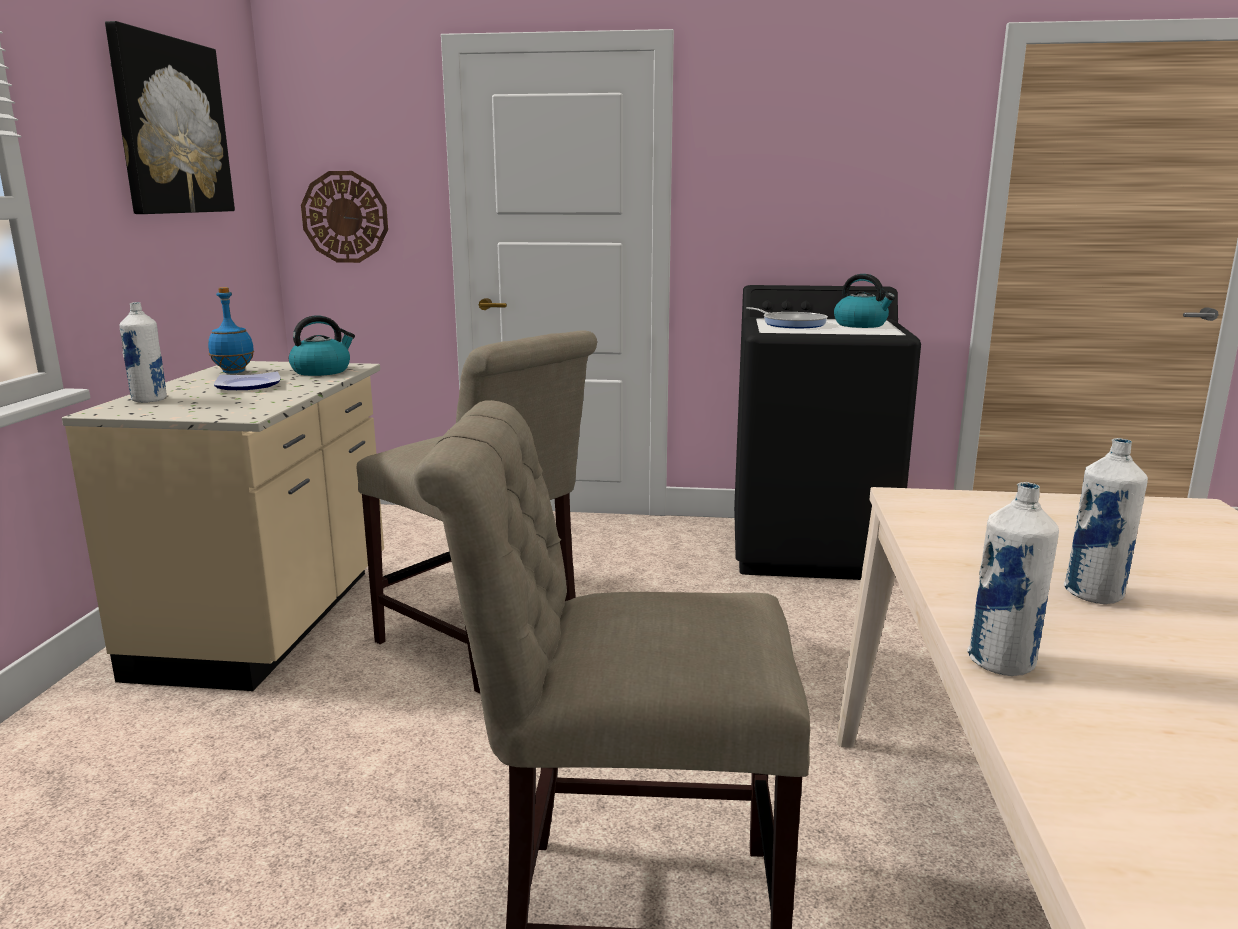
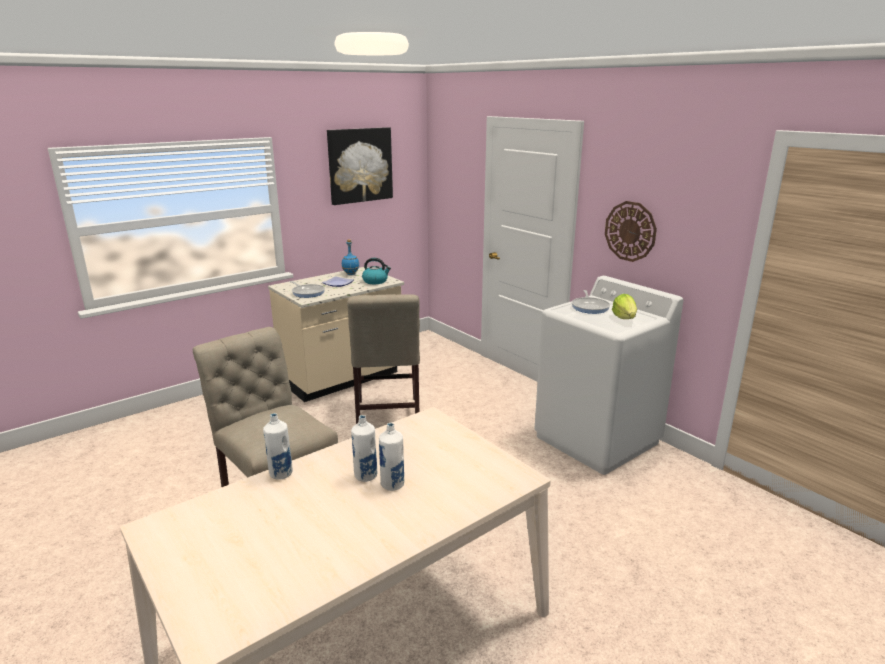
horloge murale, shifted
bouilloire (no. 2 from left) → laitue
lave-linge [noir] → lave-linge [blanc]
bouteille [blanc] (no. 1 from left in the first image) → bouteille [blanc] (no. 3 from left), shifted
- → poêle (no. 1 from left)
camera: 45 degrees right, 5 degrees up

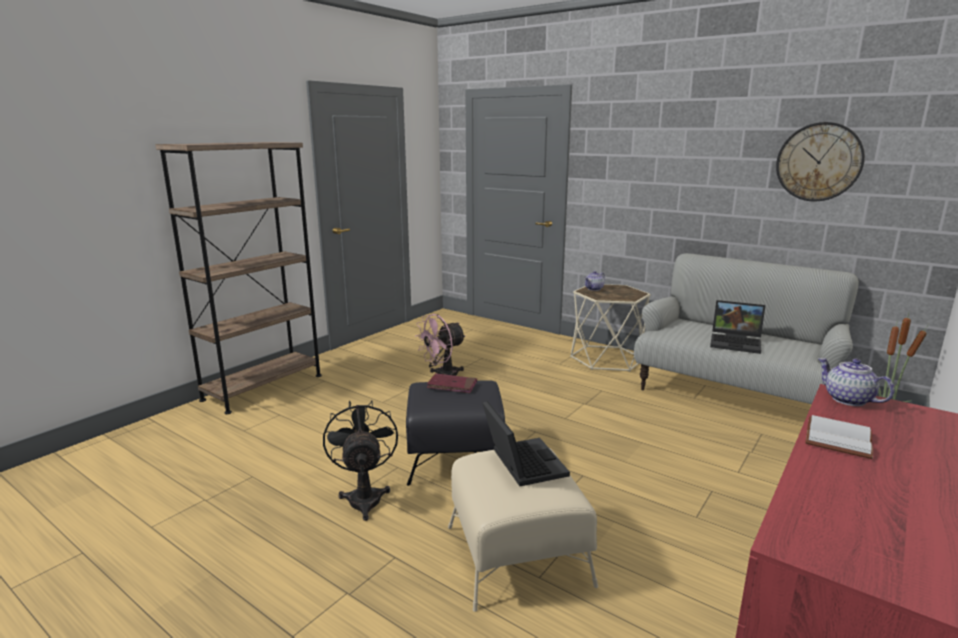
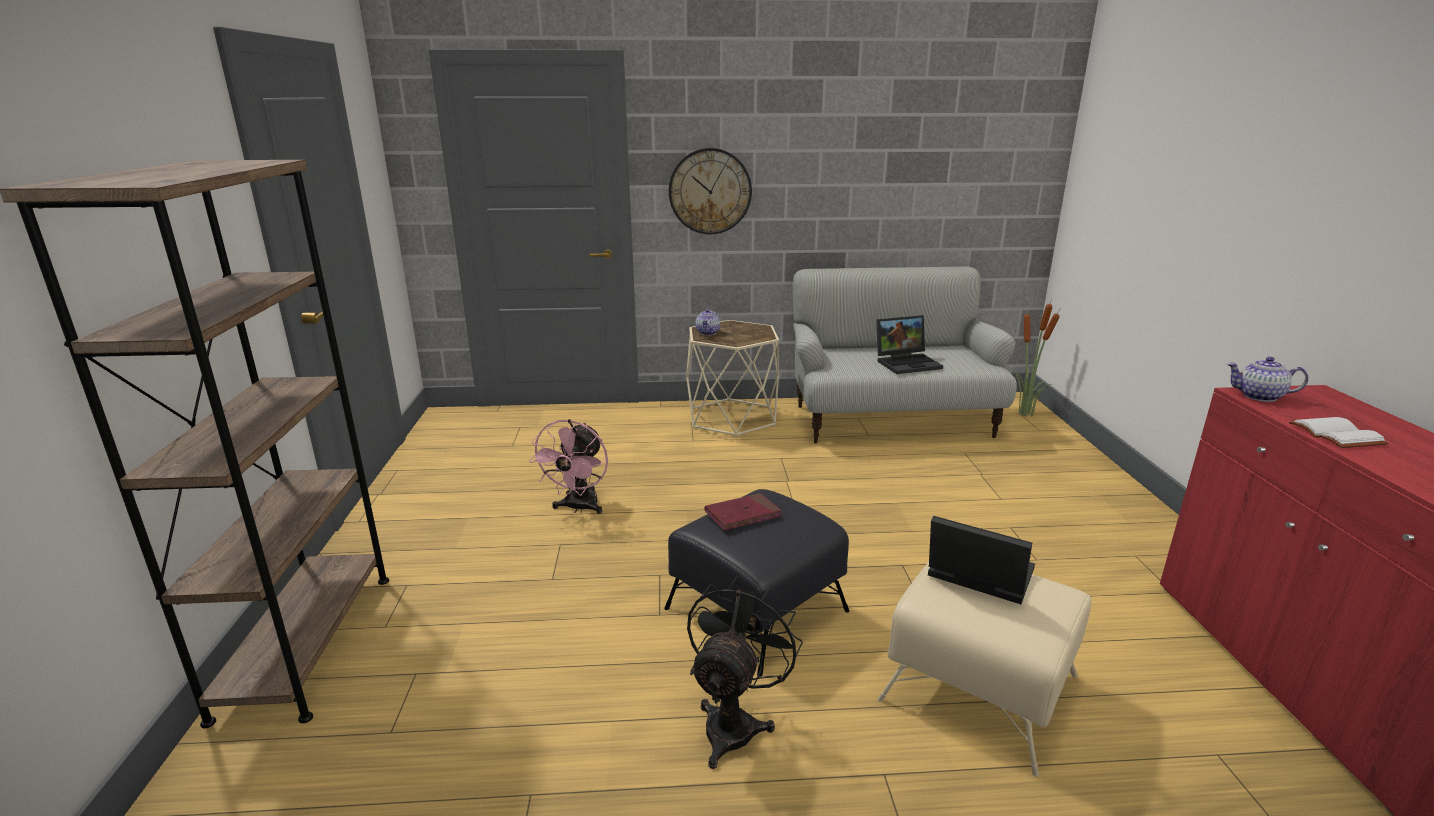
horloge murale, shifted
ventilateur [noir], 75 degrees clockwise
camera: 40 degrees left, 5 degrees up

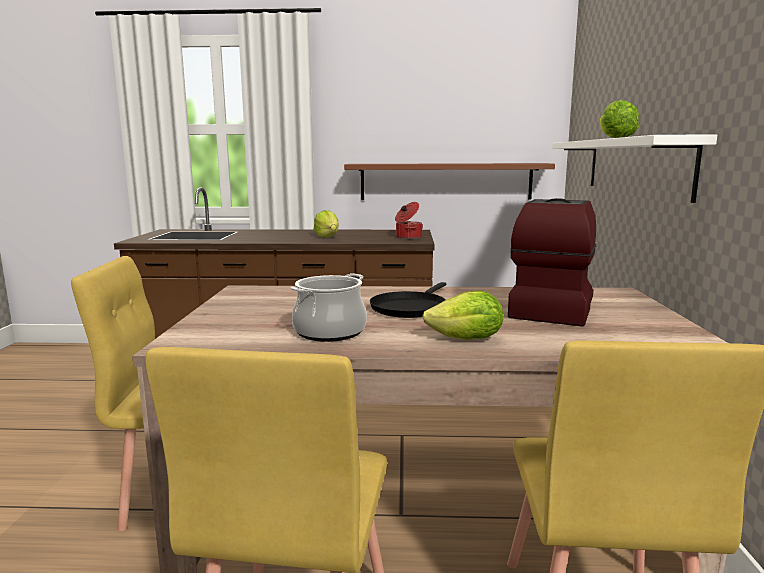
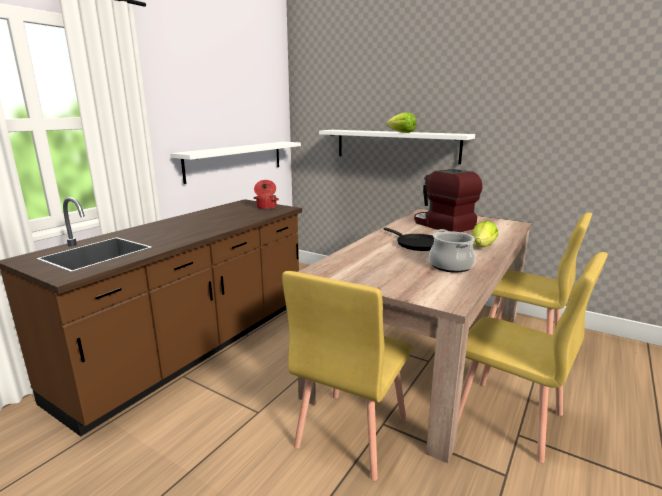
étagère [marron] → étagère [blanc] (no. 1 from left)
laitue (no. 1 from left) → -
camera: 60 degrees left, 5 degrees up

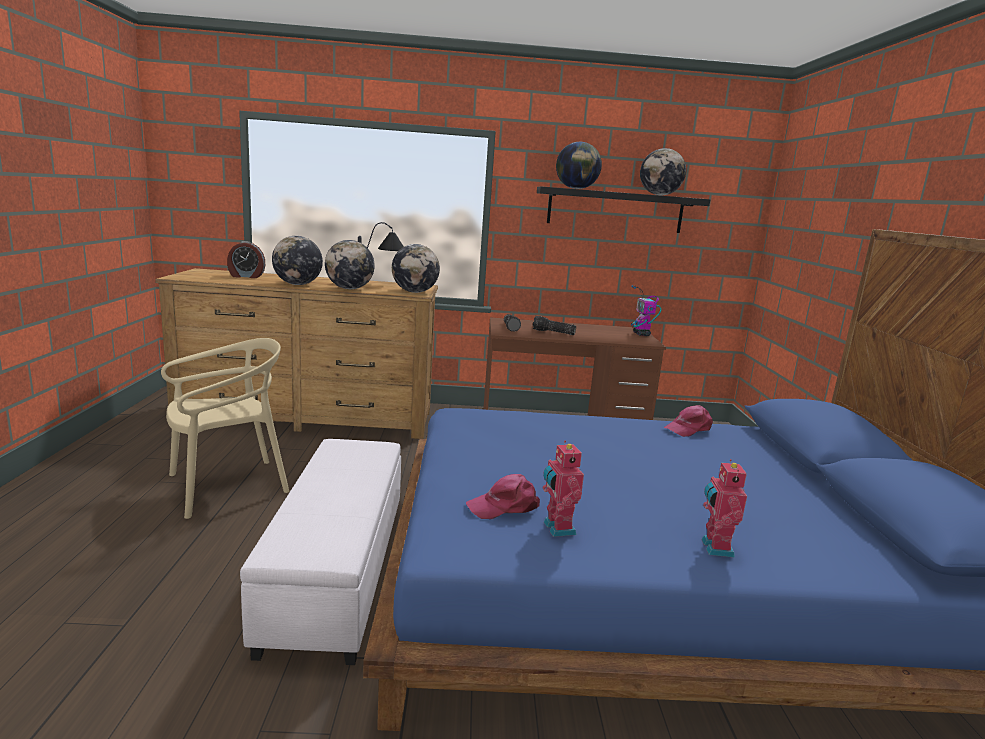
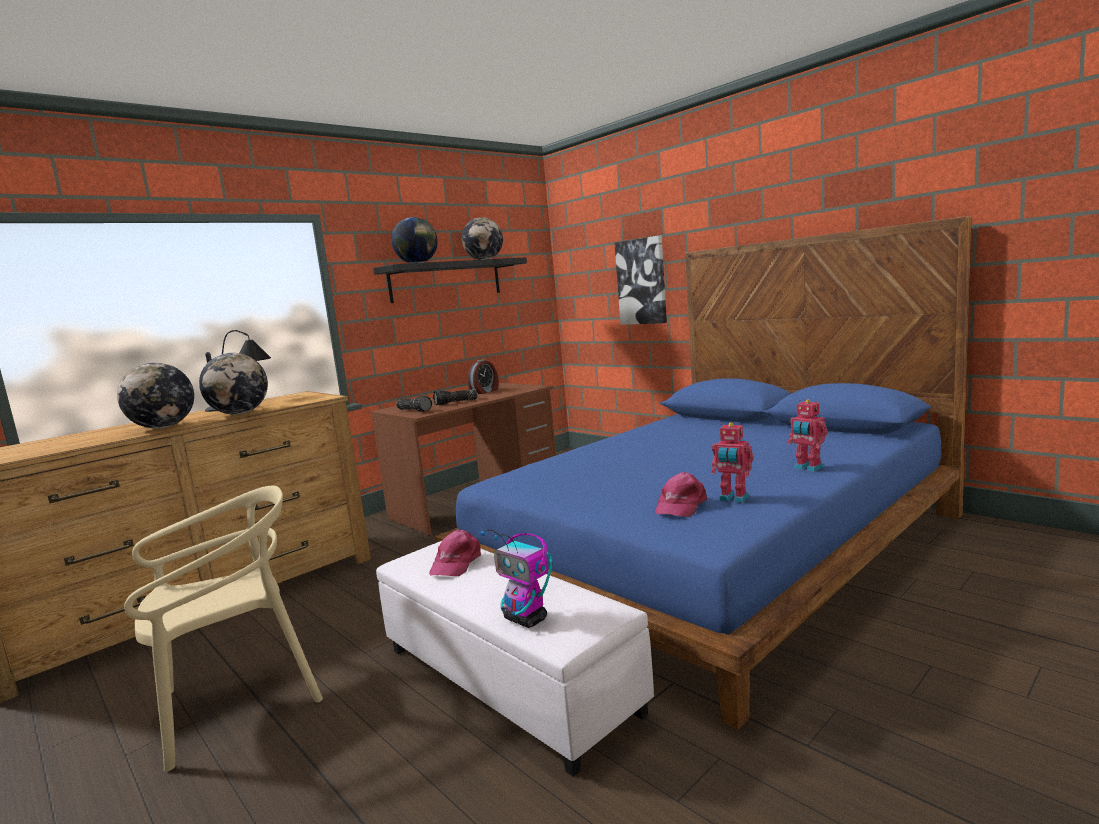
réveil, shifted
globe (no. 3 from left) → -
robot jouet (no. 2 from left in the first image) → robot jouet (no. 1 from left), shifted
chaise [beige], 45 degrees clockwise
casquette [rose] (no. 2 from left in the first image) → casquette [rose] (no. 1 from left), shifted
- → tableau
camera: 40 degrees left, 5 degrees down

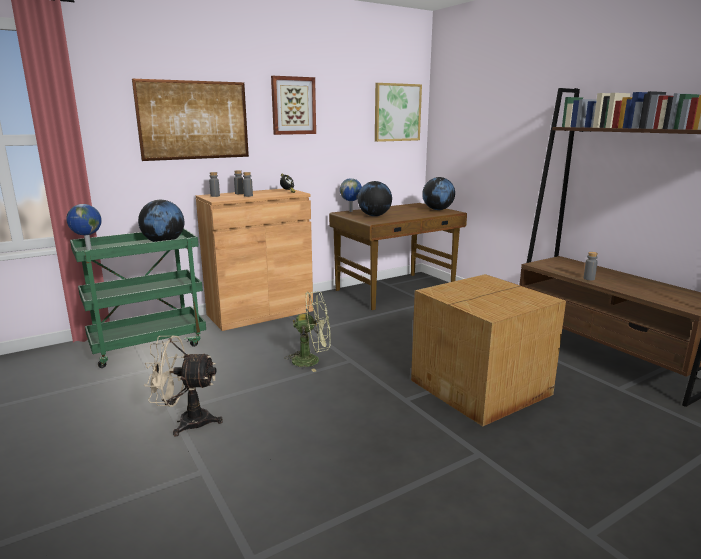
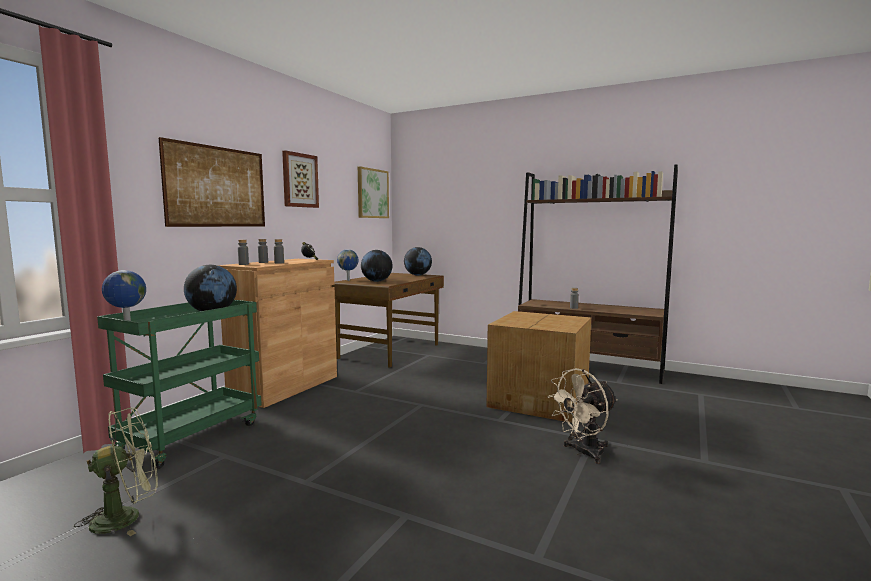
ventilateur [vert], shifted
ventilateur [beige], shifted
camera: 30 degrees left, 10 degrees down

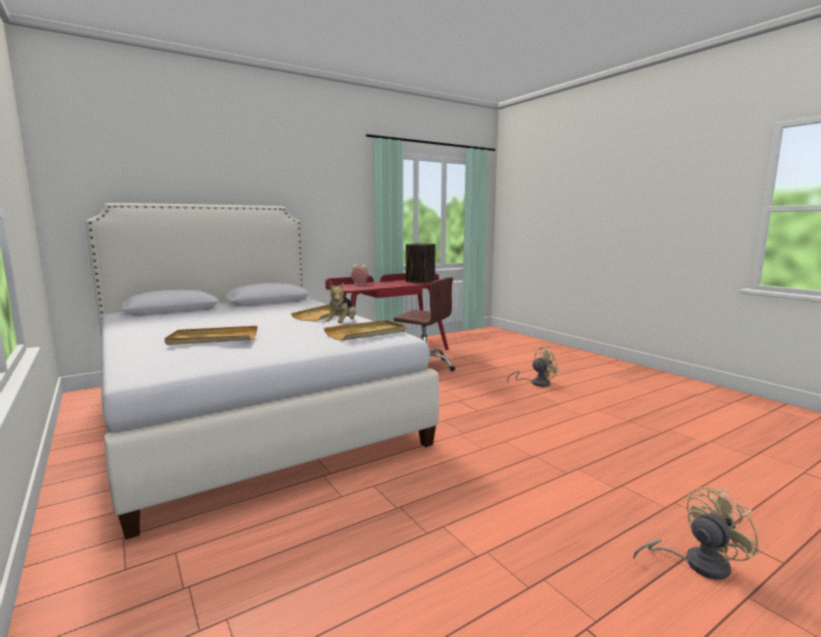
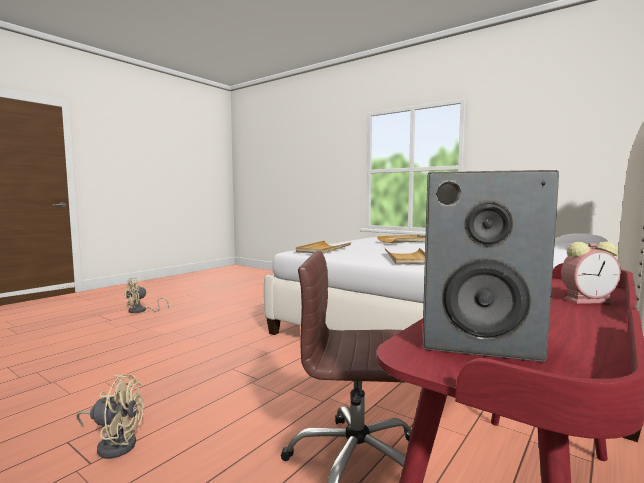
peluche → -
ventilateur [beige] (no. 1 from left), 135 degrees counterclockwise
camera: 160 degrees right, 5 degrees down

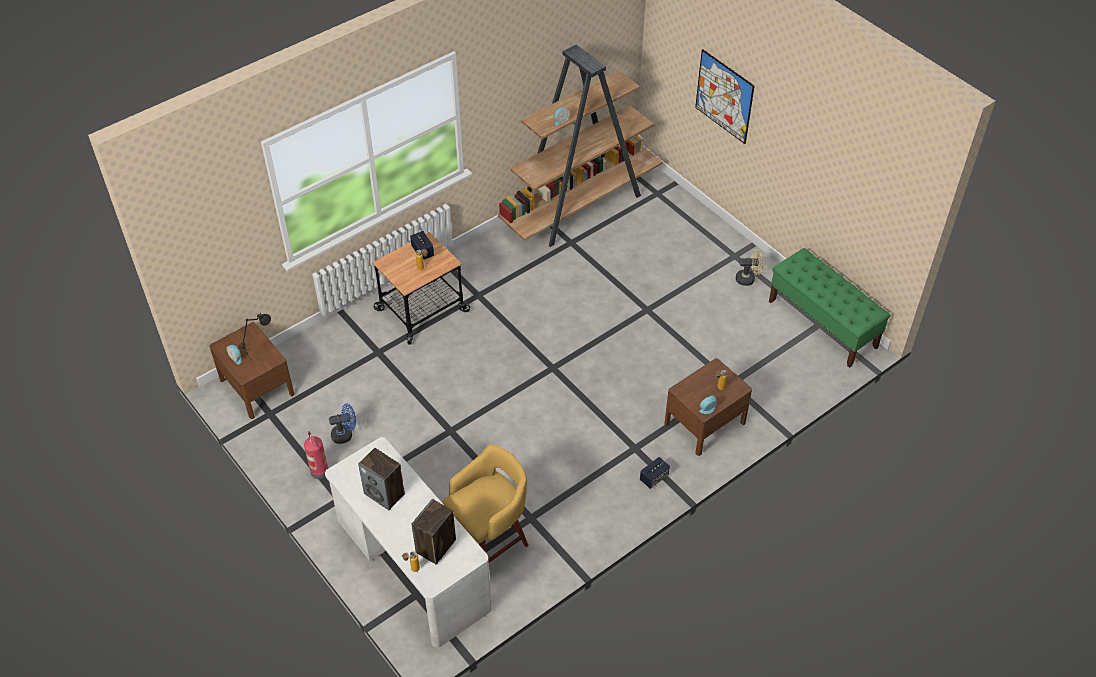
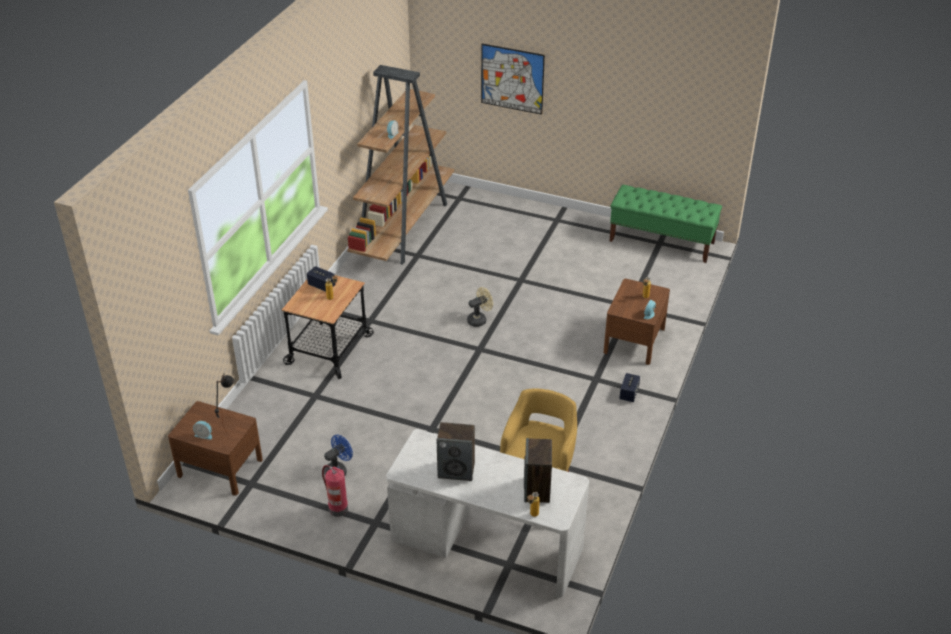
ventilateur [beige], shifted
camera: 30 degrees left, 10 degrees down

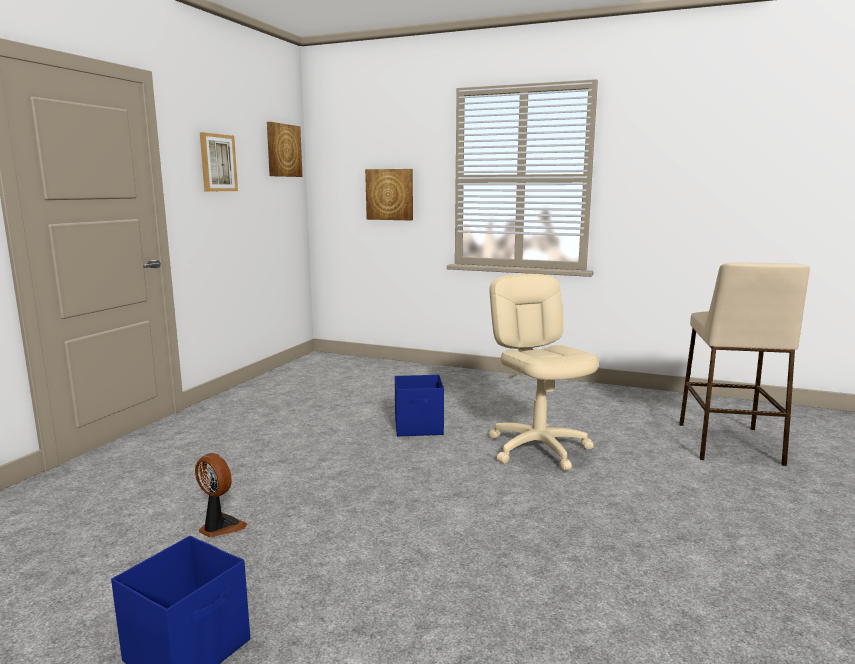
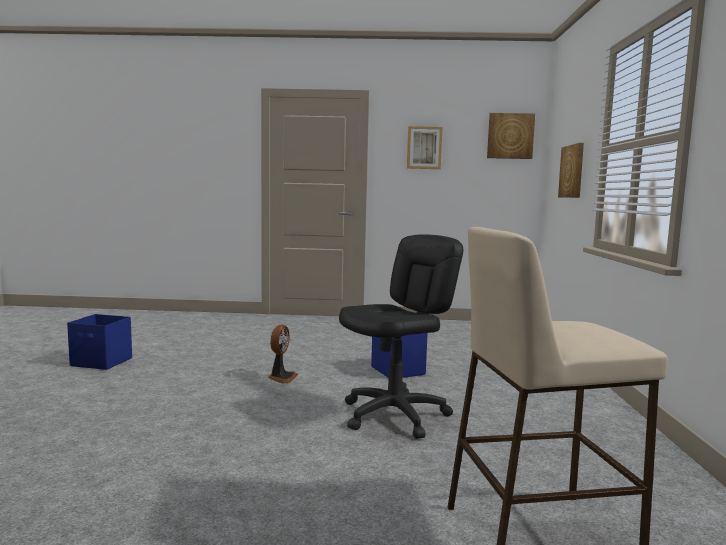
chaise de bureau [beige] → chaise de bureau [noir]
ventilateur, shifted
camera: 70 degrees right, 5 degrees down

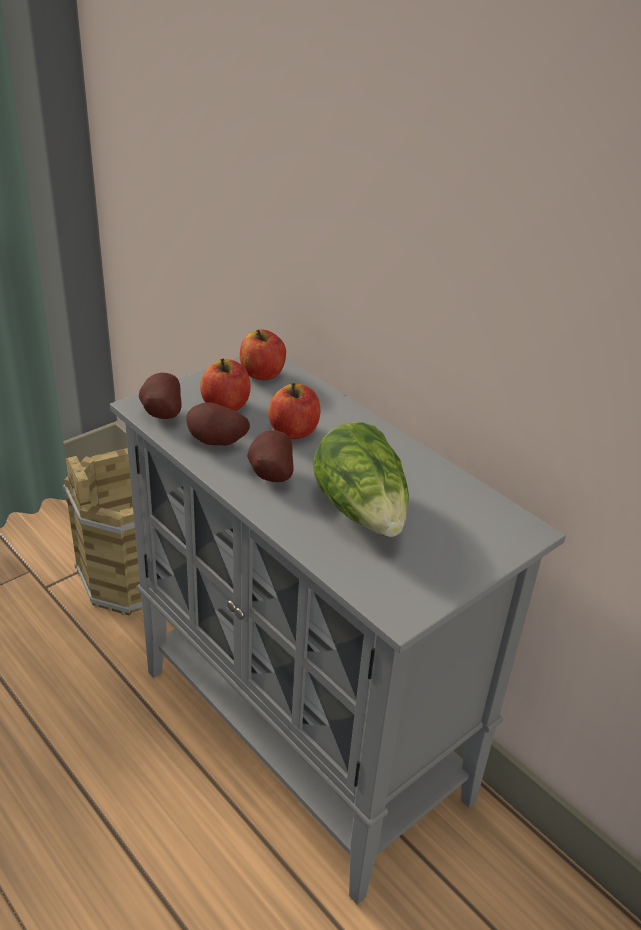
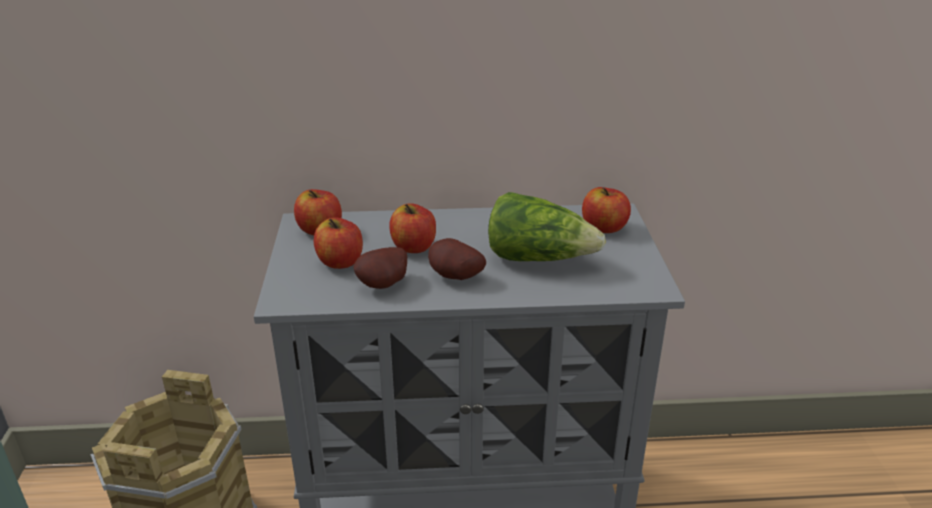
pomme de terre (no. 1 from left) → -
- → pomme (no. 4 from left)
camera: 50 degrees left, 5 degrees down

